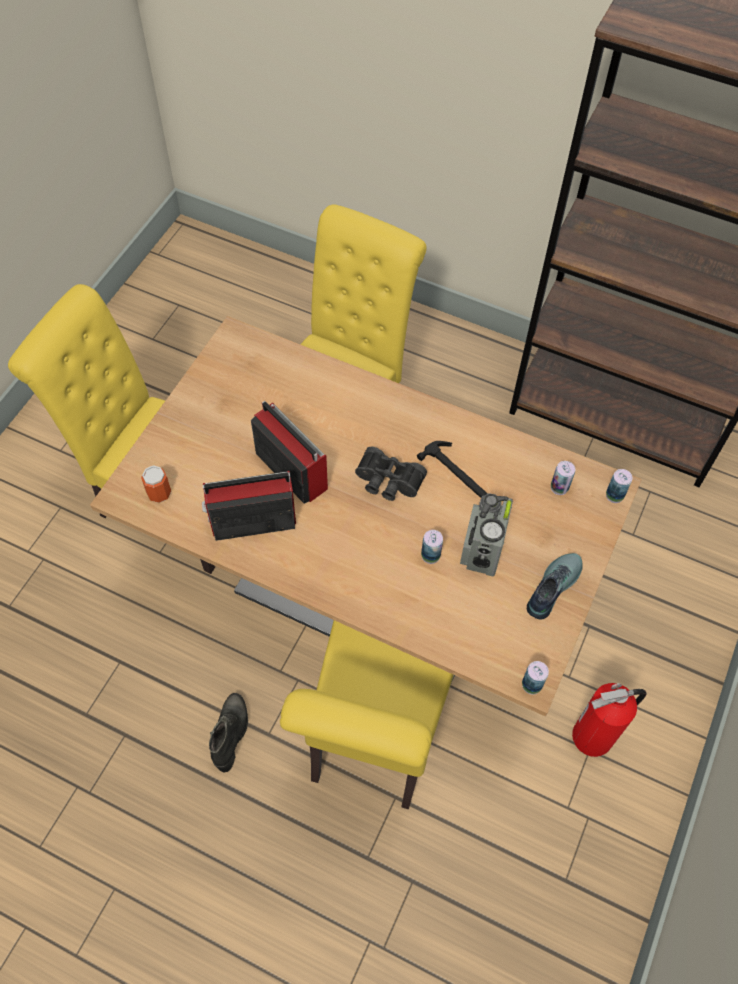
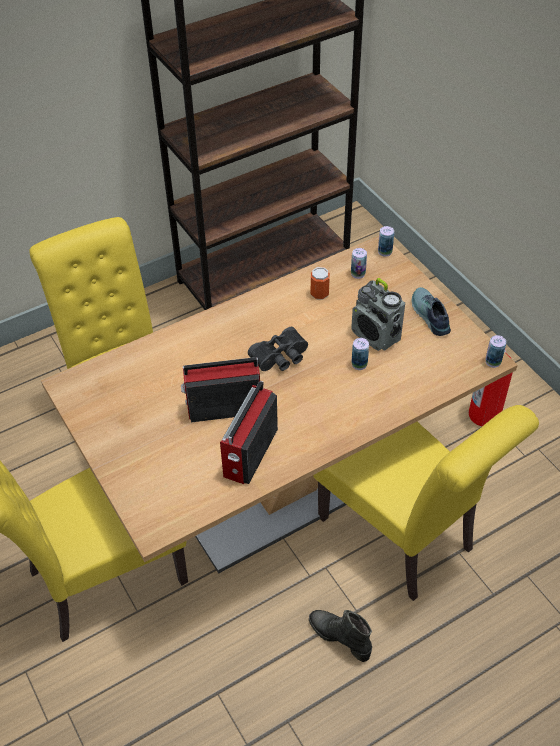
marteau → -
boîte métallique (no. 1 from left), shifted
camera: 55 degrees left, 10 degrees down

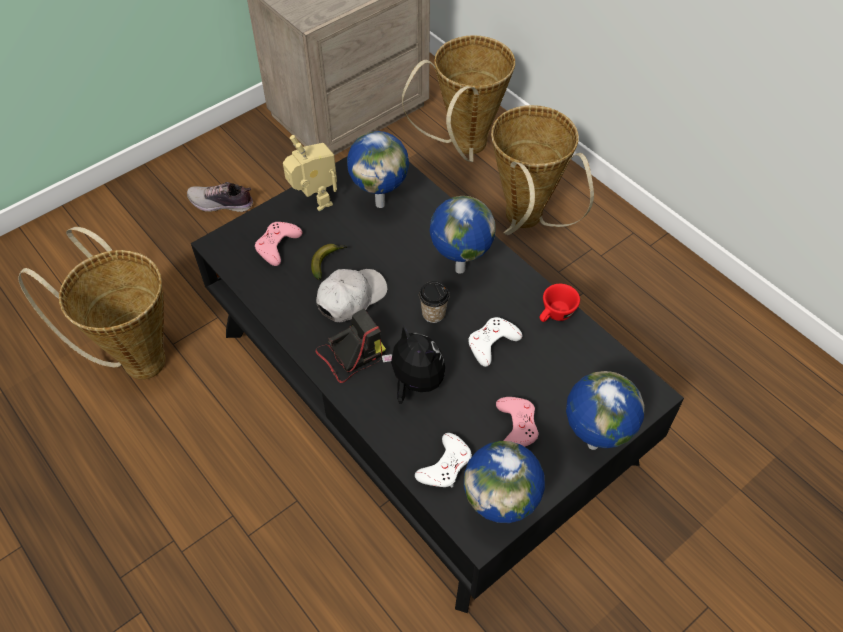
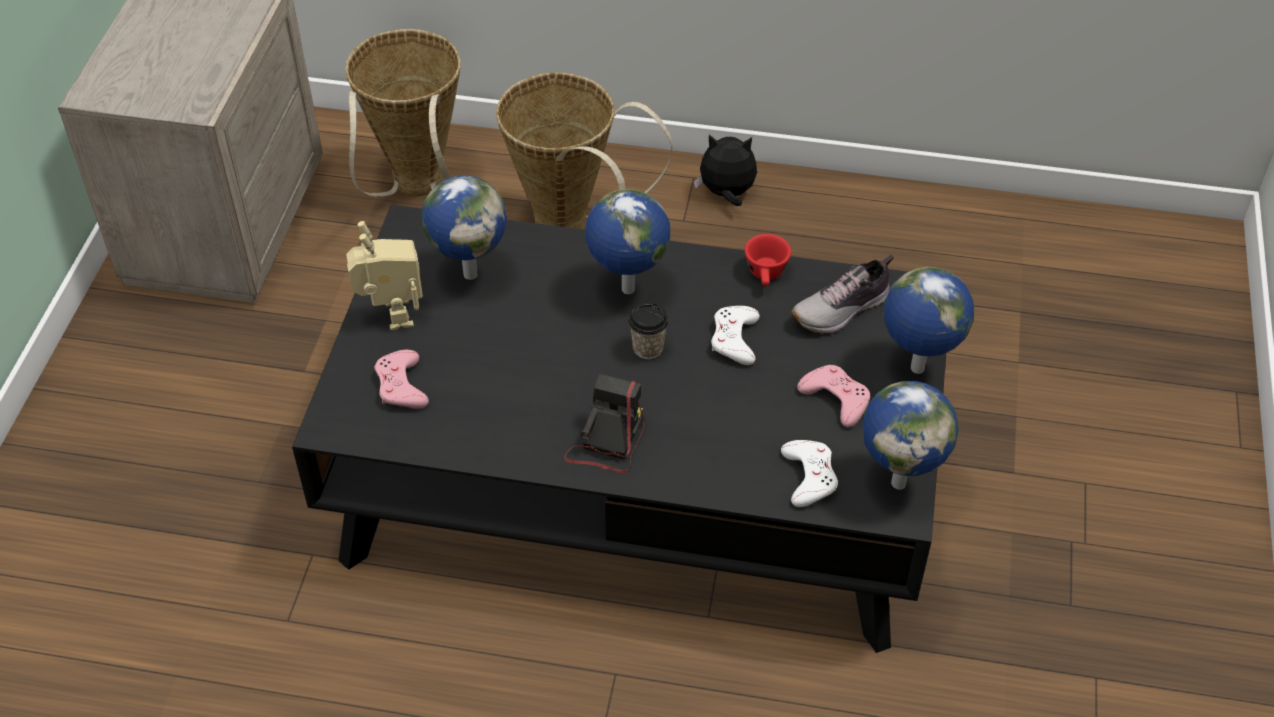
robot jouet, 60 degrees clockwise
chaussure, shifted
panier (no. 1 from left) → -
banane → -
casquette [blanc] → -
peluche, shifted
camera: 40 degrees left, 5 degrees down

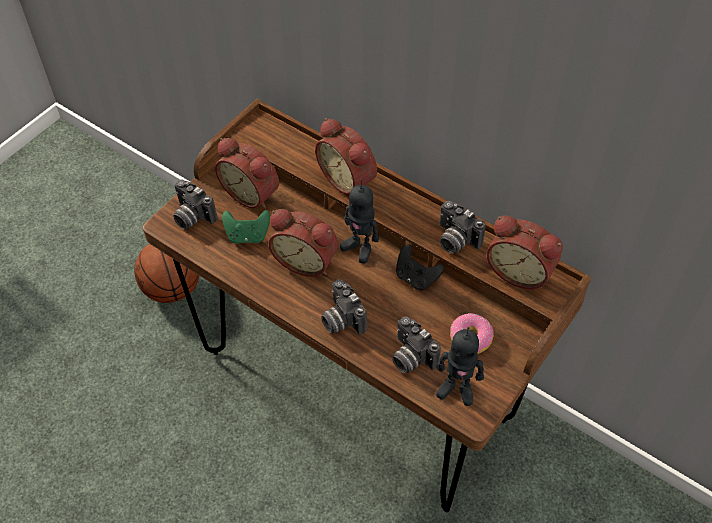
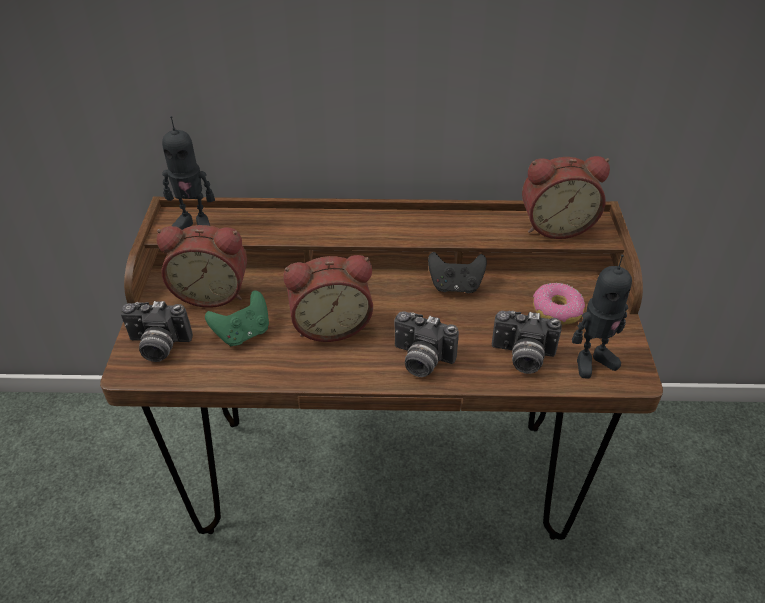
réveil (no. 3 from left) → -
robot jouet (no. 1 from left), shifted
appareil photo (no. 4 from left) → -
ballon de basket → -
camera: 35 degrees left, 10 degrees down

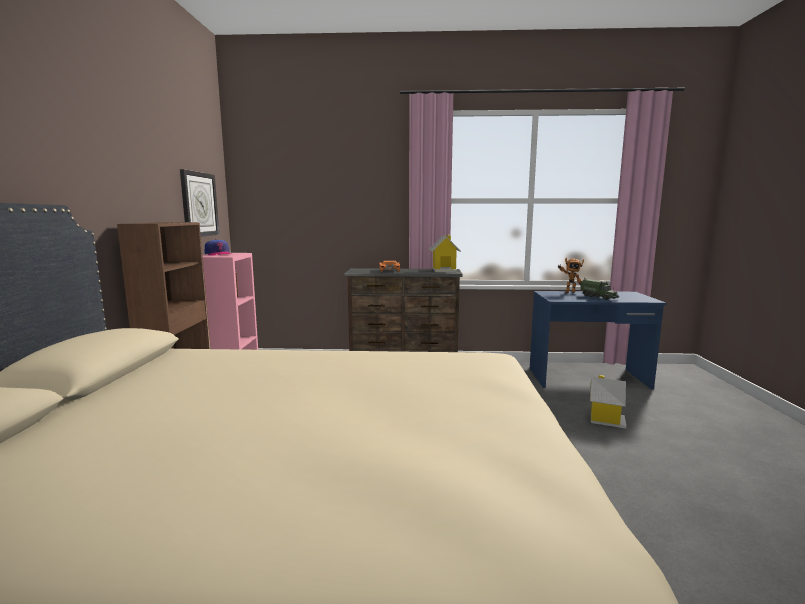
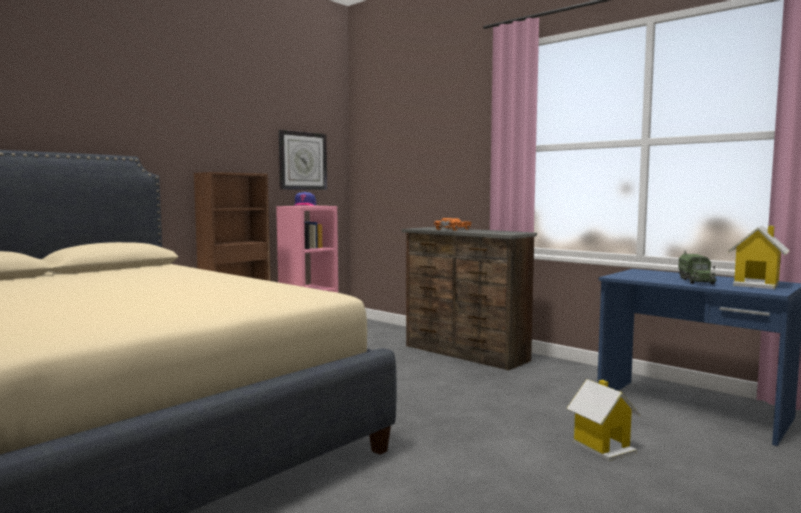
maison miniature (no. 1 from left in the first image) → maison miniature (no. 2 from left), shifted
robot jouet → -
camera: 40 degrees right, 5 degrees down

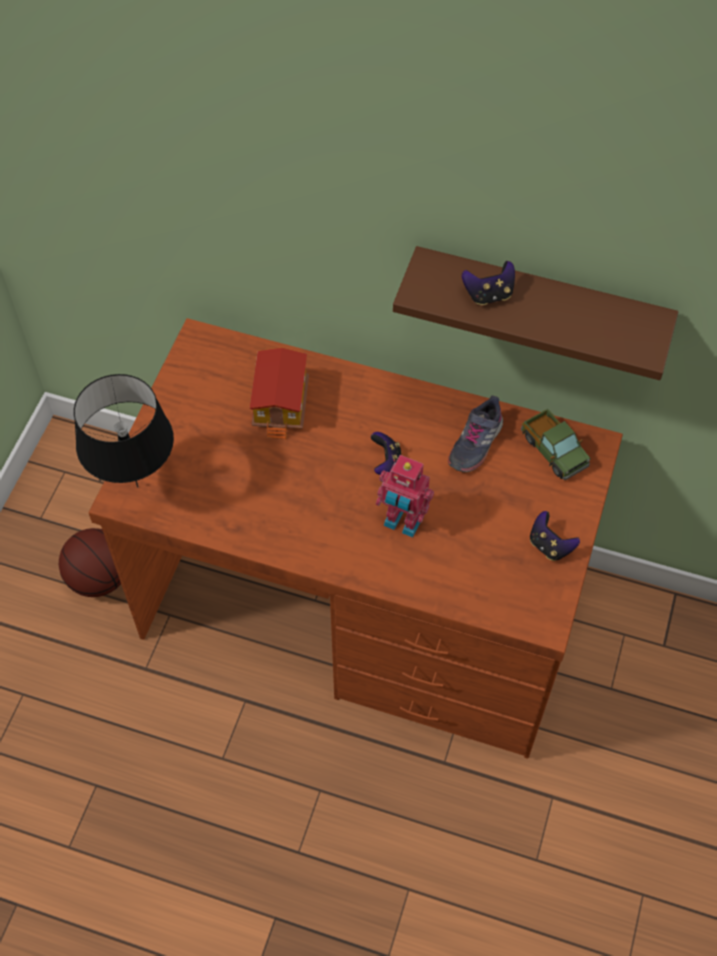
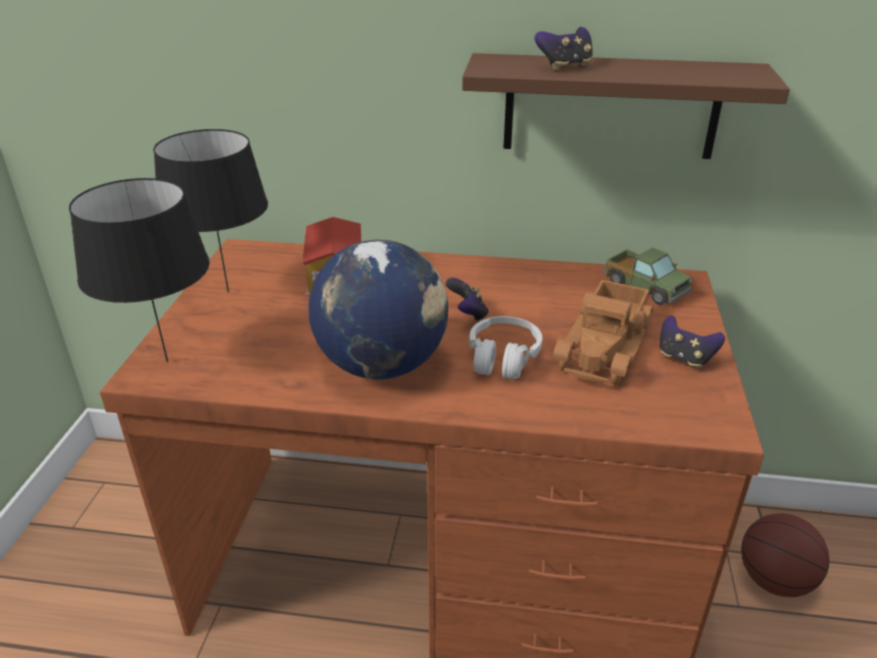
chaussure [gris] → -
robot jouet → casque audio [blanc]
ballon de basket, shifted
- → lampe de table [noir] (no. 2 from left)
- → globe
- → camion jouet (no. 1 from left)
camera: 10 degrees left, 25 degrees down

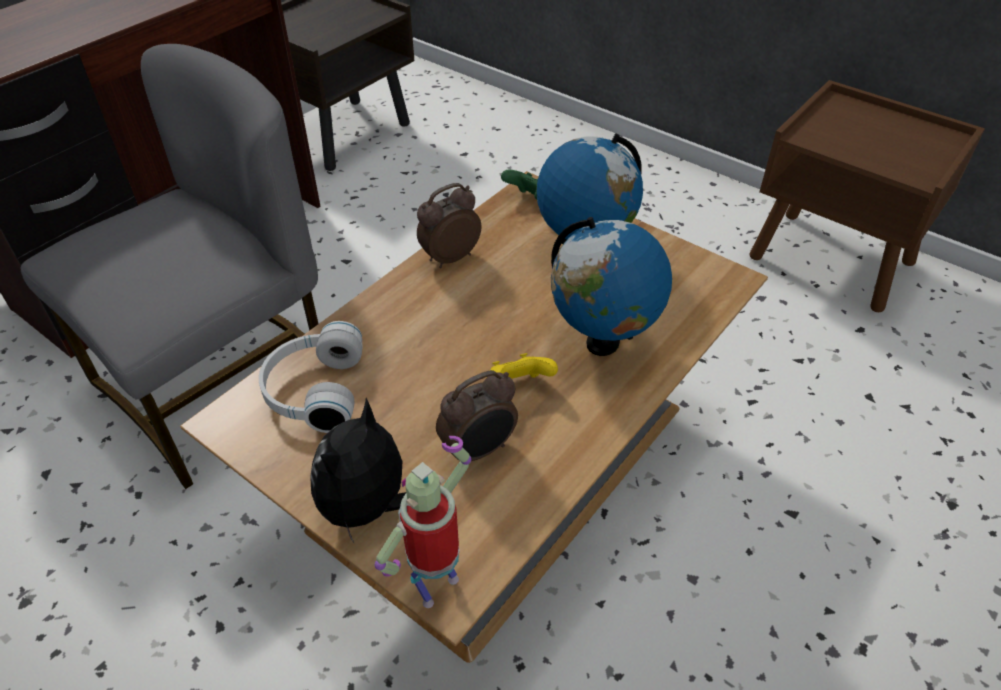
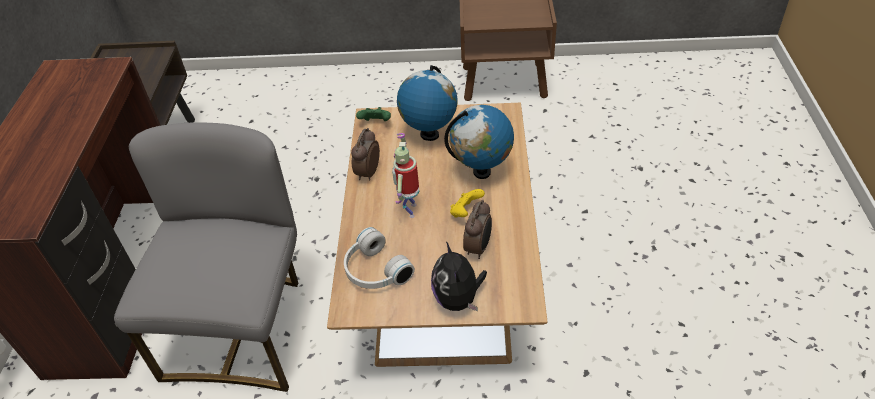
robot jouet, shifted
camera: 35 degrees left, 0 degrees up

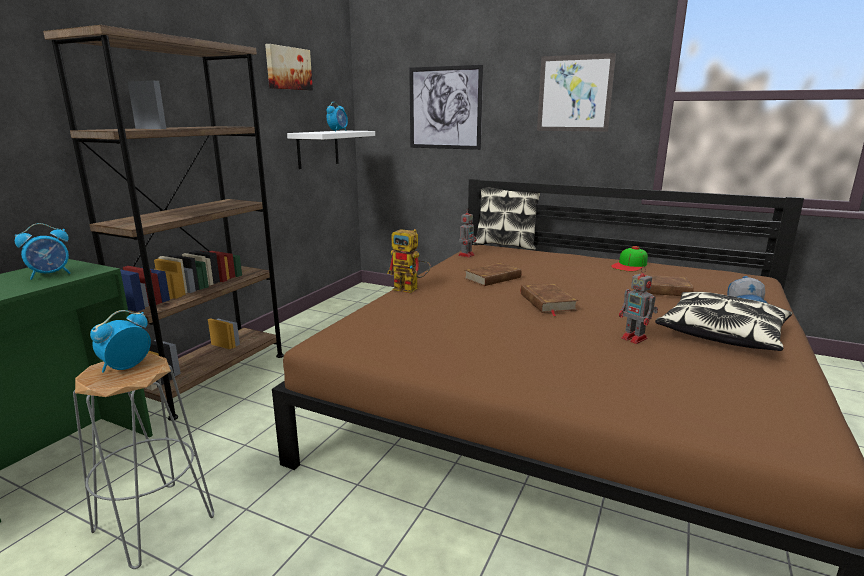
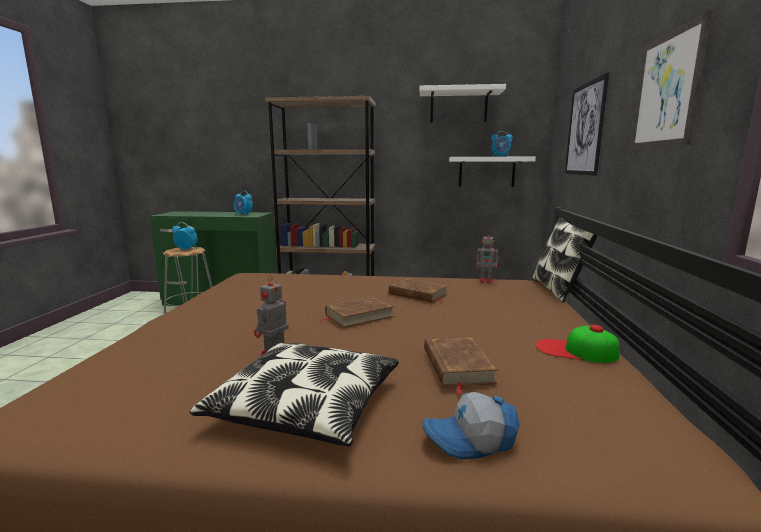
tableau (no. 1 from left) → étagère [blanc] (no. 1 from left)
robot jouet (no. 1 from left) → -
camera: 70 degrees right, 5 degrees down

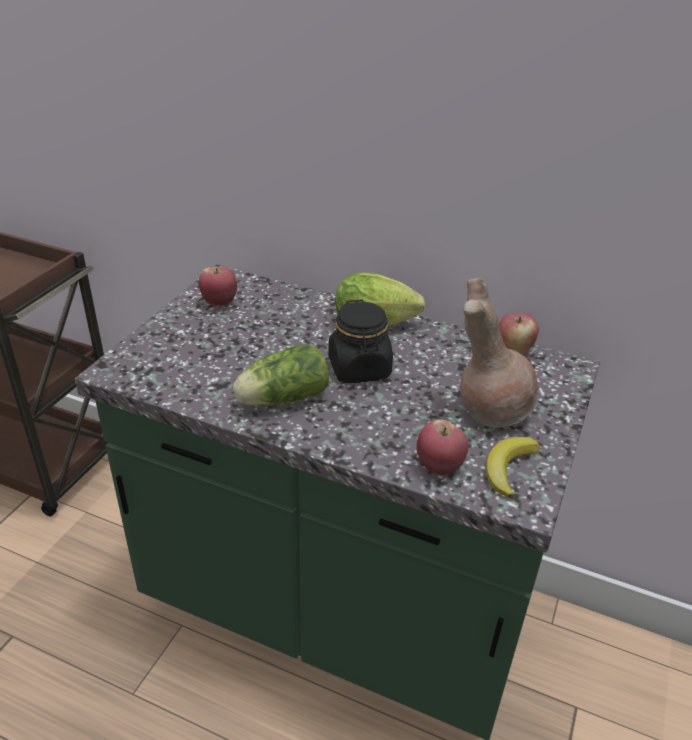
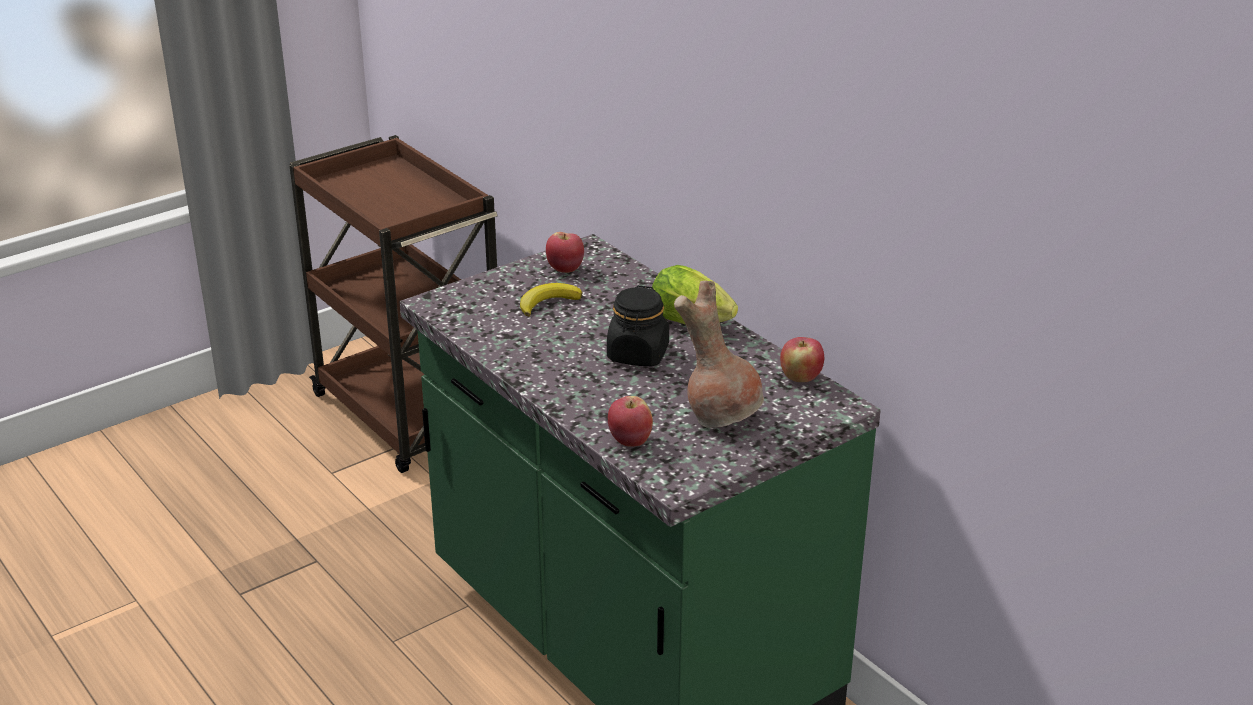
laitue (no. 1 from left) → -
banane, shifted
camera: 30 degrees right, 5 degrees down

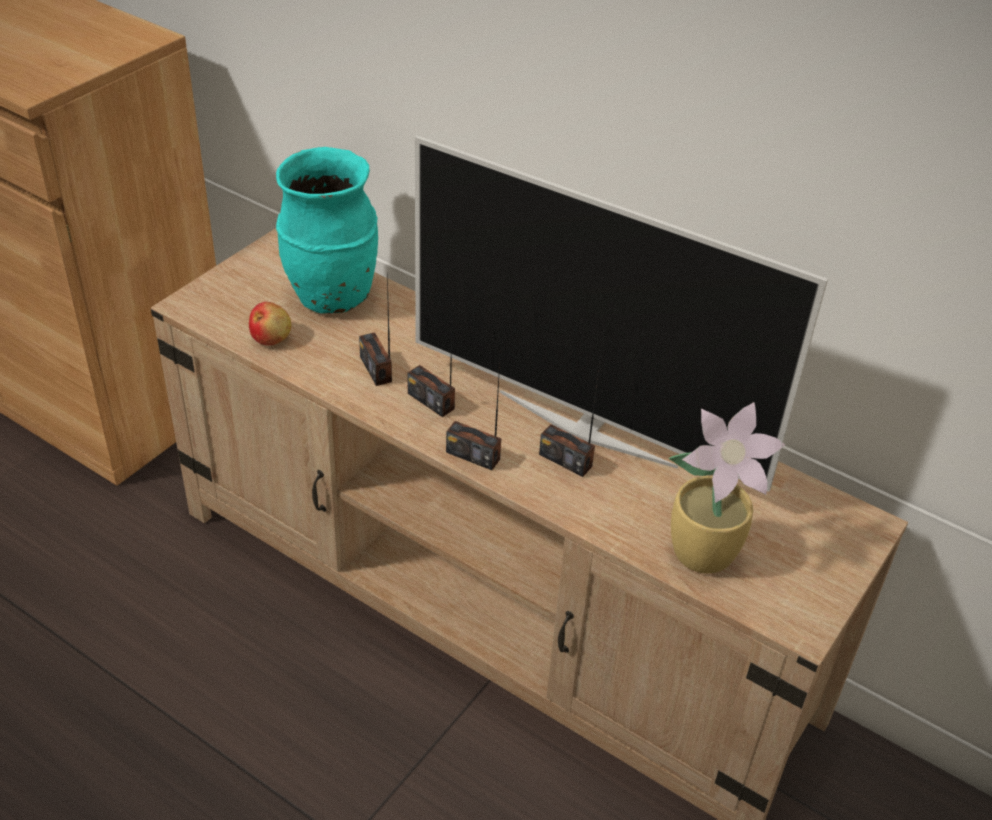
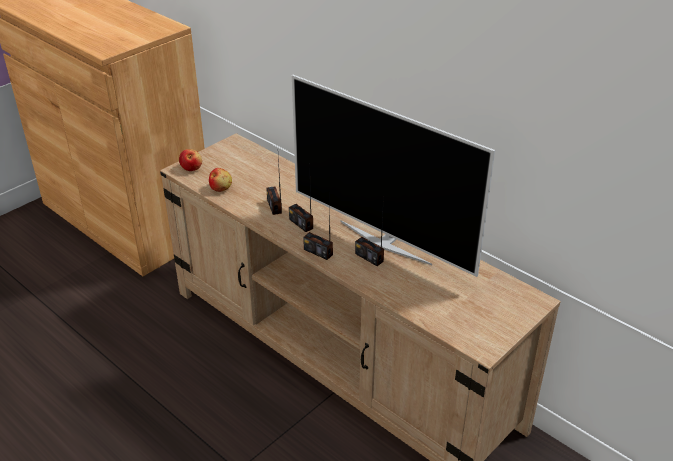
vase [turquoise] → -
plante en pot → -
- → pomme (no. 1 from left)
camera: 10 degrees right, 5 degrees down

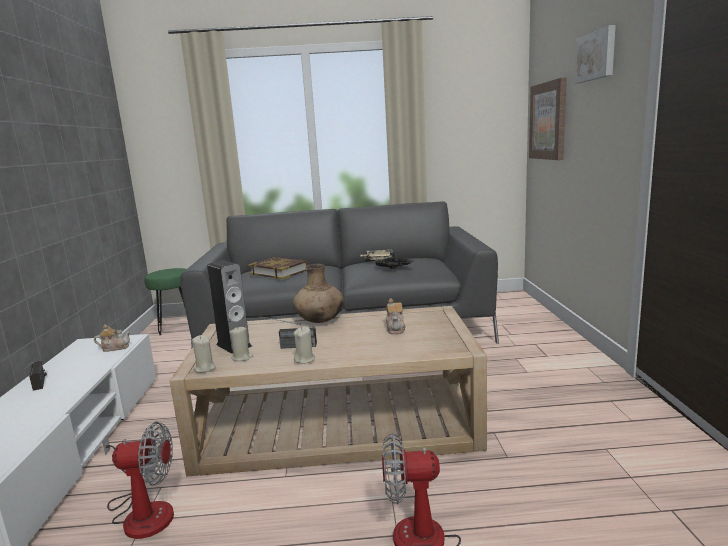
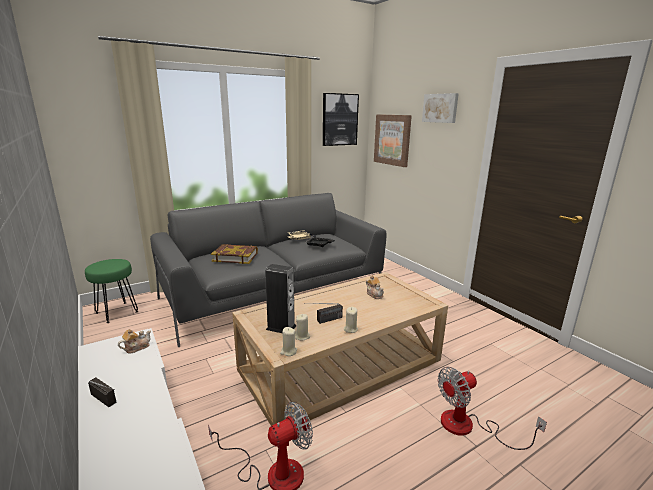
vase [marron] → -
- → tableau (no. 1 from left)
camera: 30 degrees left, 5 degrees up

